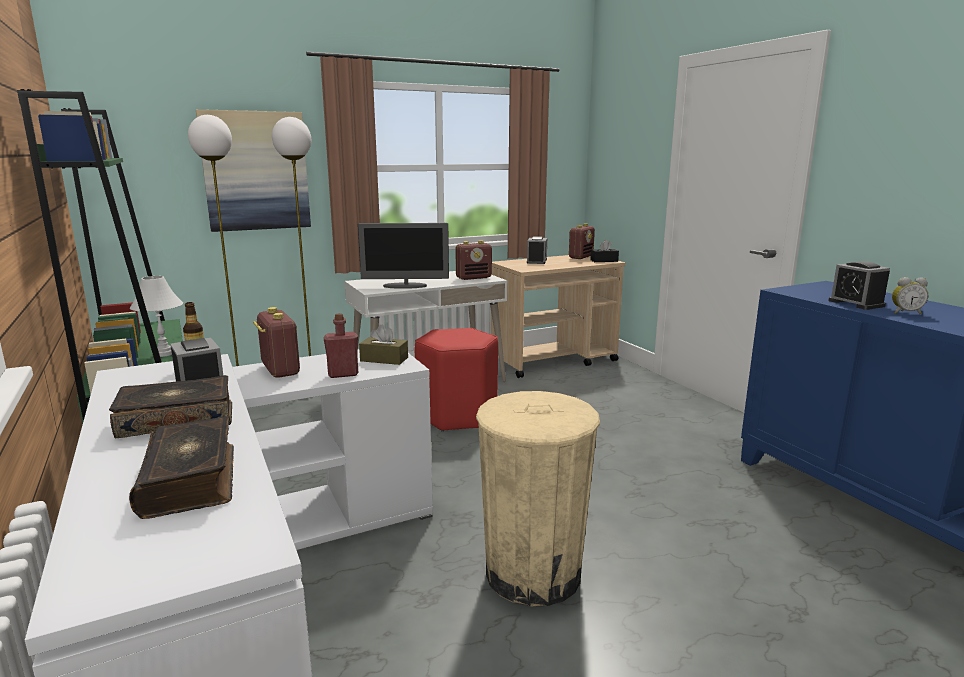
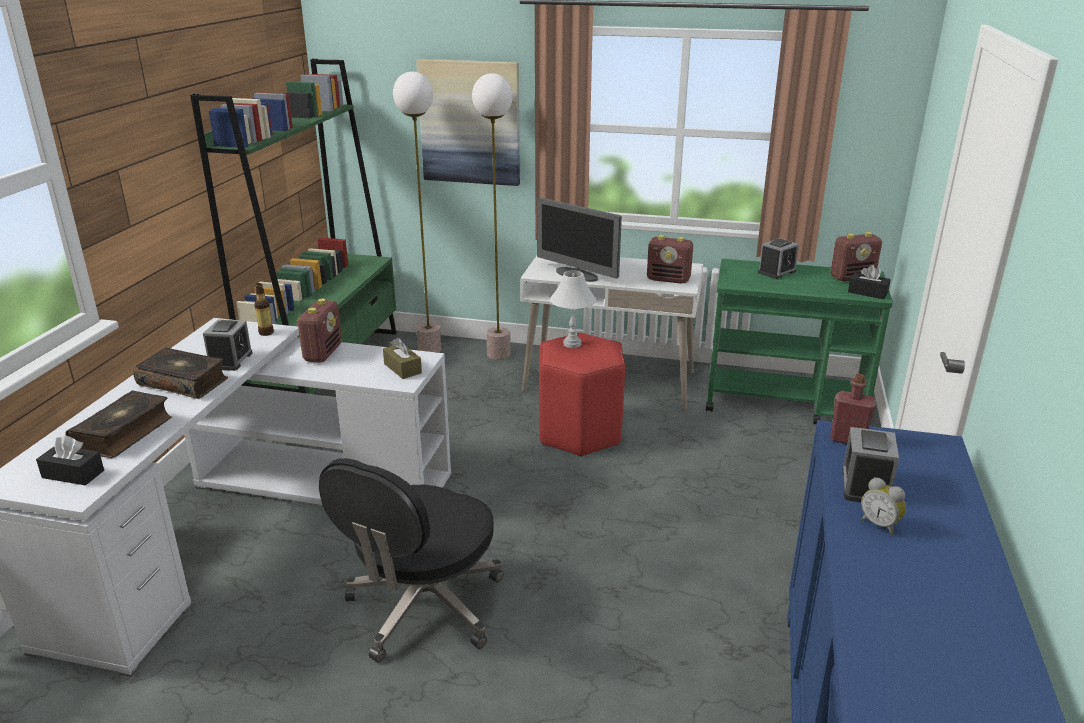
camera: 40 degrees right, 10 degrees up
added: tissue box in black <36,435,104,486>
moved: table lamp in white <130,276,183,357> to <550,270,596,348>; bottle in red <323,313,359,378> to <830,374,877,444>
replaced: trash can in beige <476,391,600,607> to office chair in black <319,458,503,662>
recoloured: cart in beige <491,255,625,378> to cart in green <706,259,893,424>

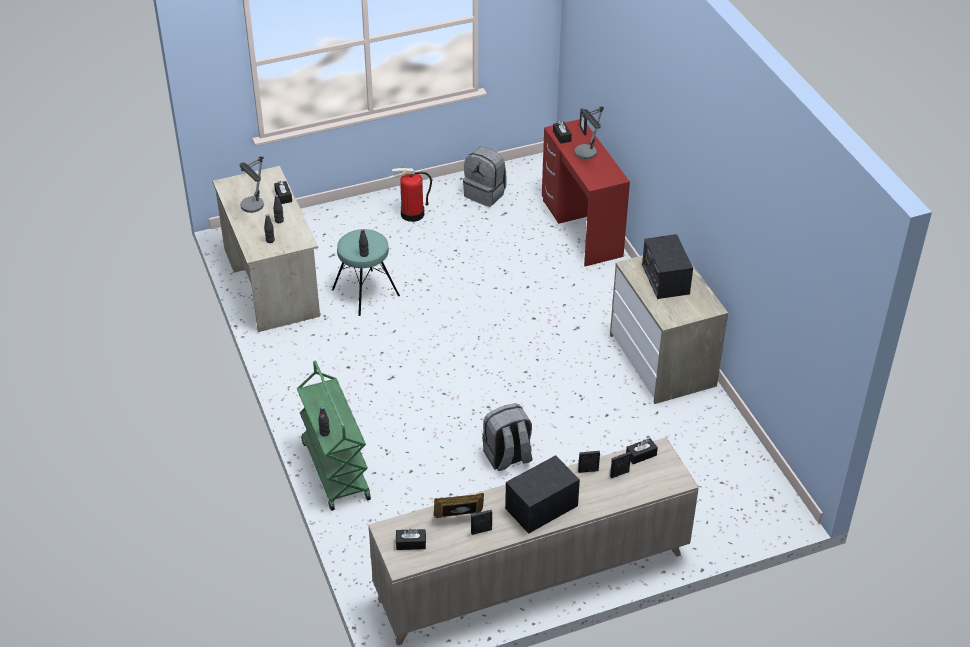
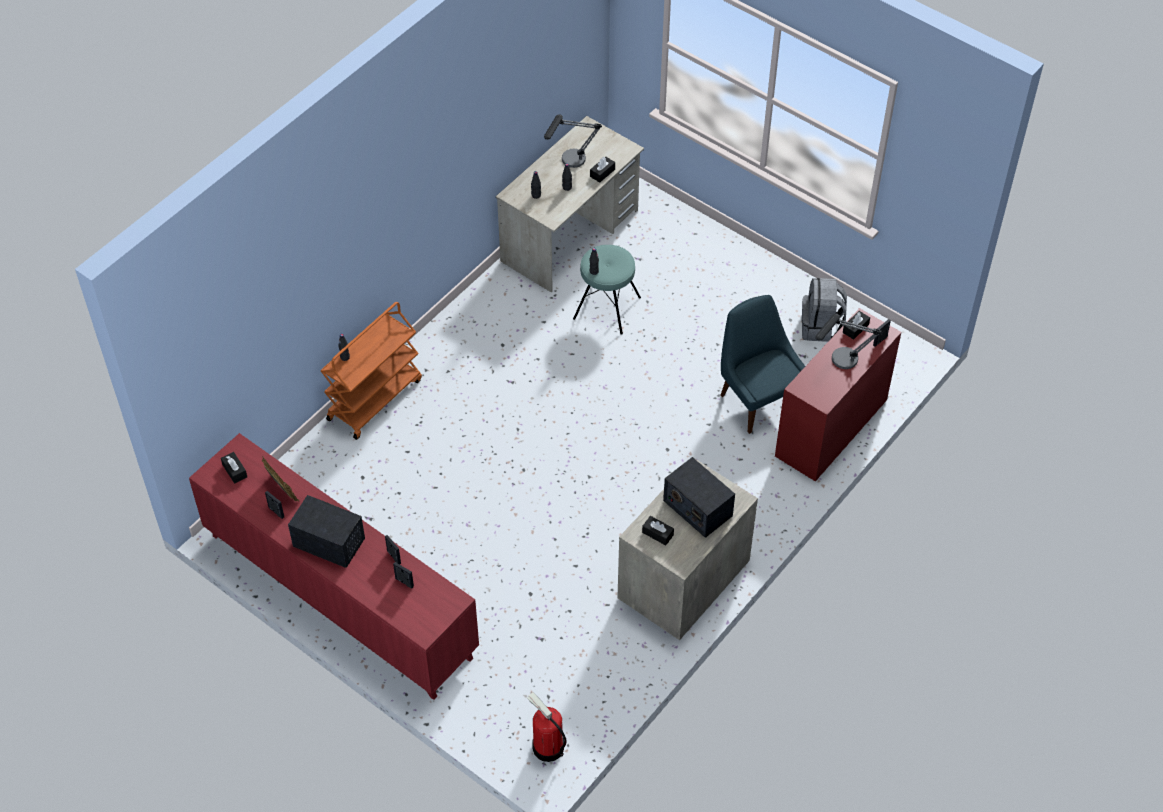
camera: 60 degrees right, 10 degrees up
removed: backpack in grey <482,403,533,471>
added: chair in blue <720,295,805,434>
moved: fire extinguisher <390,168,432,222> to <527,692,567,762>; tissue box in black <626,438,658,464> to <642,516,674,545>
recoloured: cart in green <297,360,371,511> to cart in orange <321,302,422,440>; cabinet in beige <368,437,699,646> to cabinet in red <189,433,479,700>
turned: radio <642,234,693,299> = <663,457,735,538> 90 degrees counterclockwise

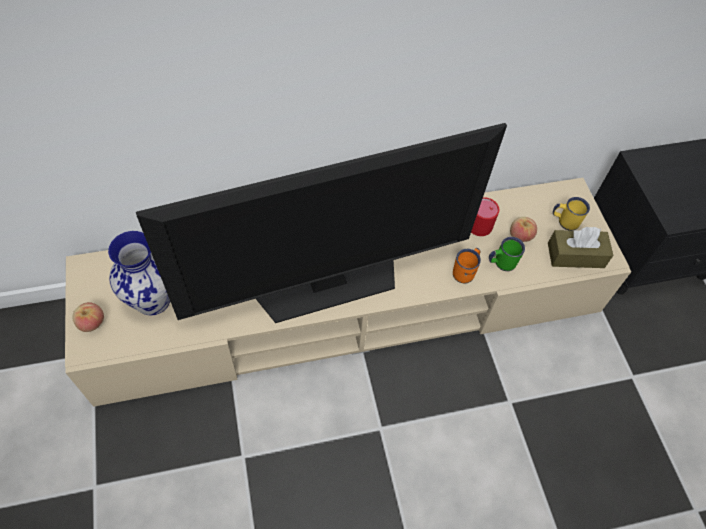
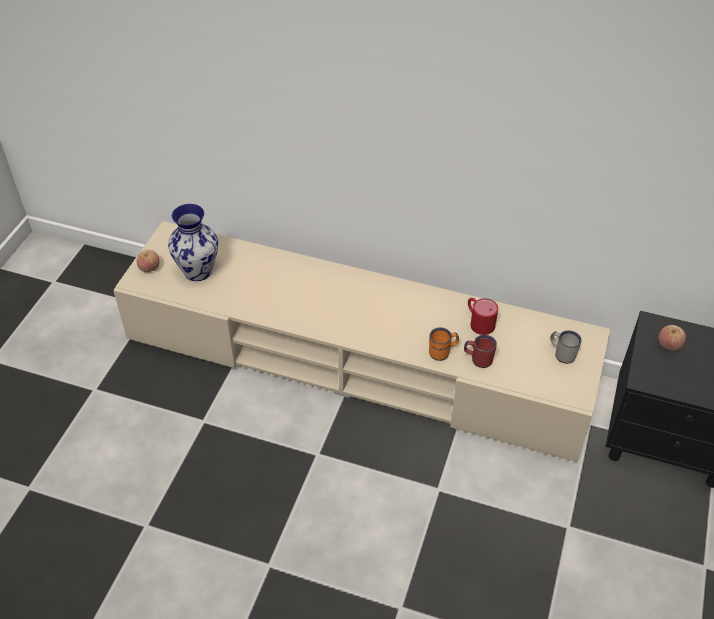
camera: 35 degrees right, 10 degrees down
removed: television <136,123,507,323>; tissue box in brown <548,227,614,268>
moved: apple <510,217,537,242> to <658,325,686,351>
recoloured: mug in yellow <553,197,590,231> to mug in white <550,330,582,364>; mug in green <489,237,525,271> to mug in red <464,335,497,368>

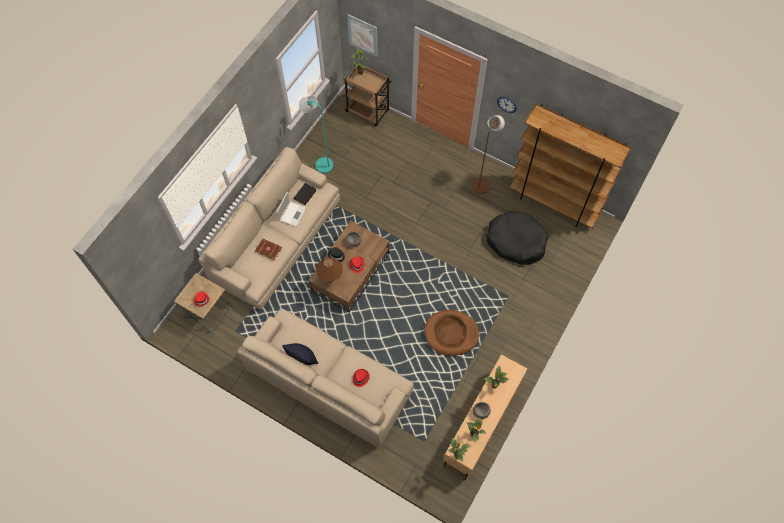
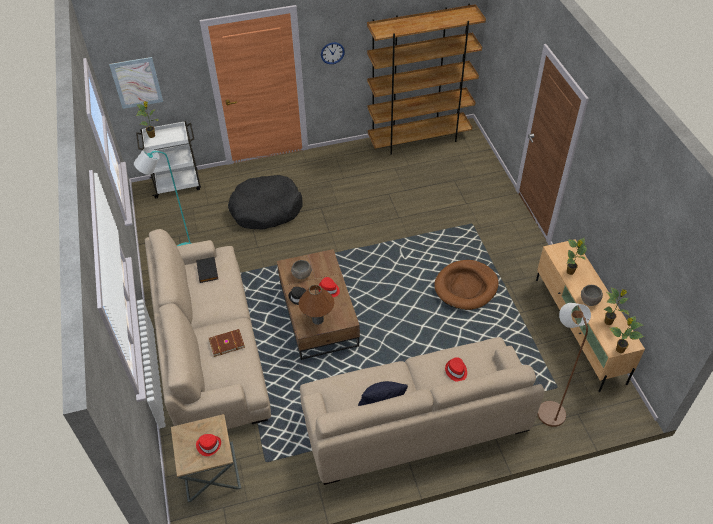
camera: 45 degrees left, 15 degrees down
removed: laptop <277,192,307,227>
moved: floor lamp in brown <472,115,505,194> to <538,303,591,427>; dog bed in black <486,211,549,265> to <228,175,303,230>
recoloured: cart in brown <342,63,391,126> to cart in white <136,121,201,198>

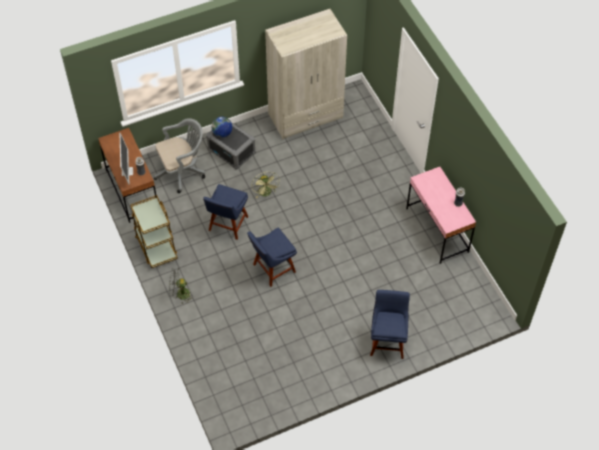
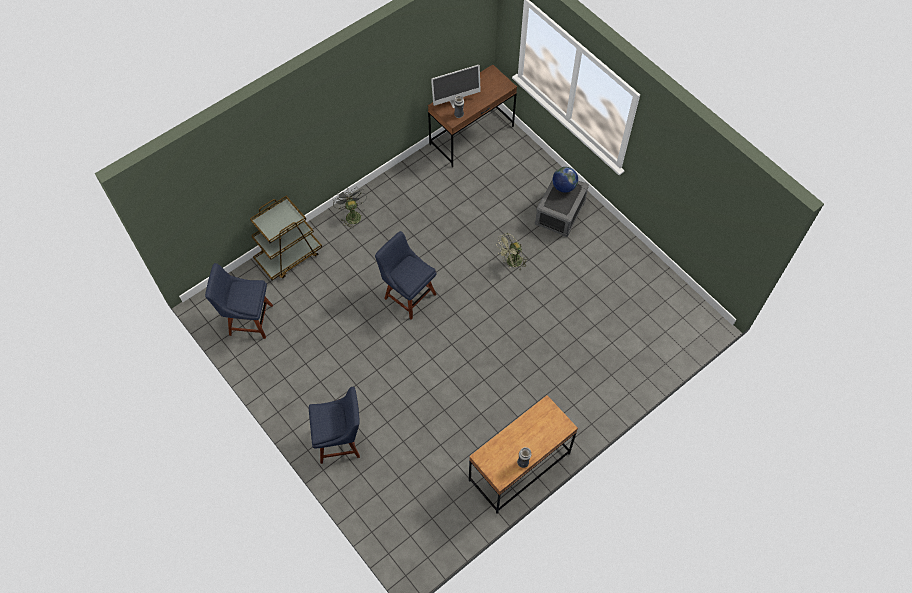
camera: 75 degrees right, 5 degrees up
removed: wardrobe in beige <265,9,347,139>; office chair in grey <154,118,205,193>
moved: chair in blue <203,184,248,240> to <205,263,273,339>; cart in brown <130,195,178,268> to <250,196,322,280>
recoloured: desk in pink <406,167,476,264> to desk in brown <469,395,578,514>

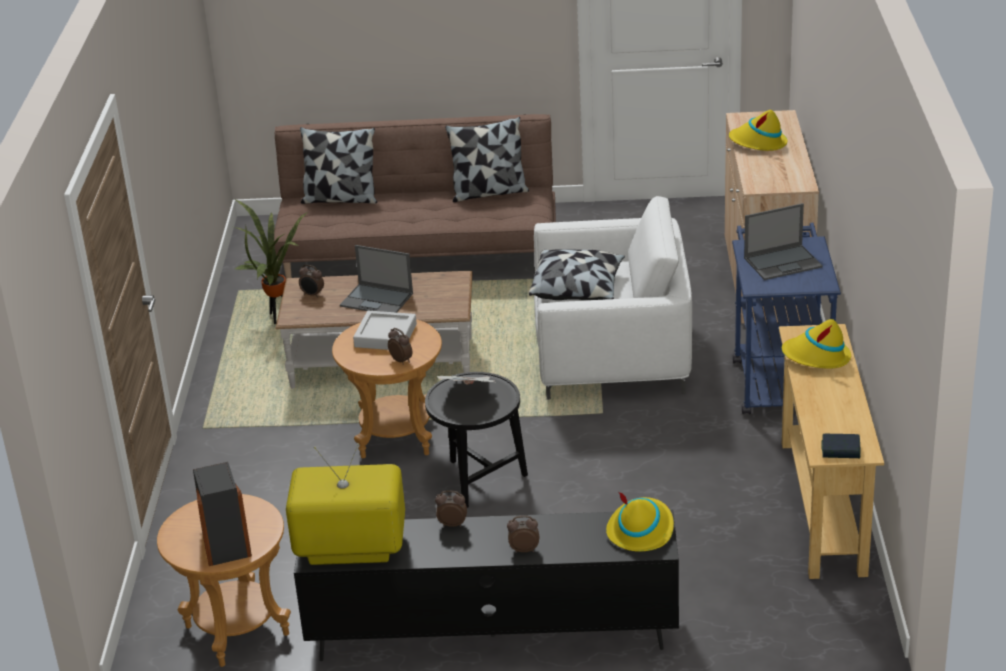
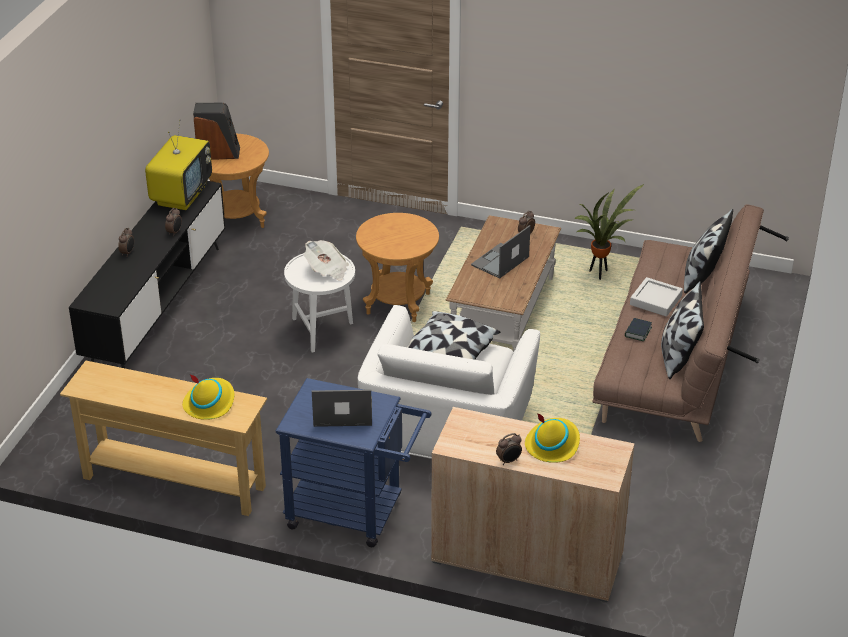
camera: 105 degrees right, 5 degrees up
removed: hat in yellow <606,492,674,552>
moved: tray in grey <353,311,417,350> to <630,277,683,317>; alarm clock <388,328,413,365> to <496,433,522,465>; book <822,434,861,458> to <625,318,652,341>
recoloured: side table in black <425,372,528,508> to side table in white <284,253,355,353>
turned: laptop <744,203,823,280> = <312,390,372,427> 90 degrees clockwise

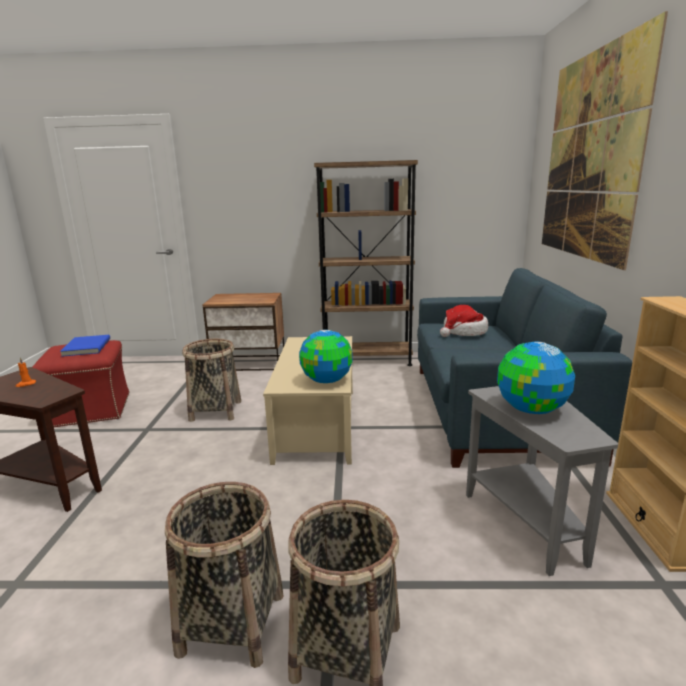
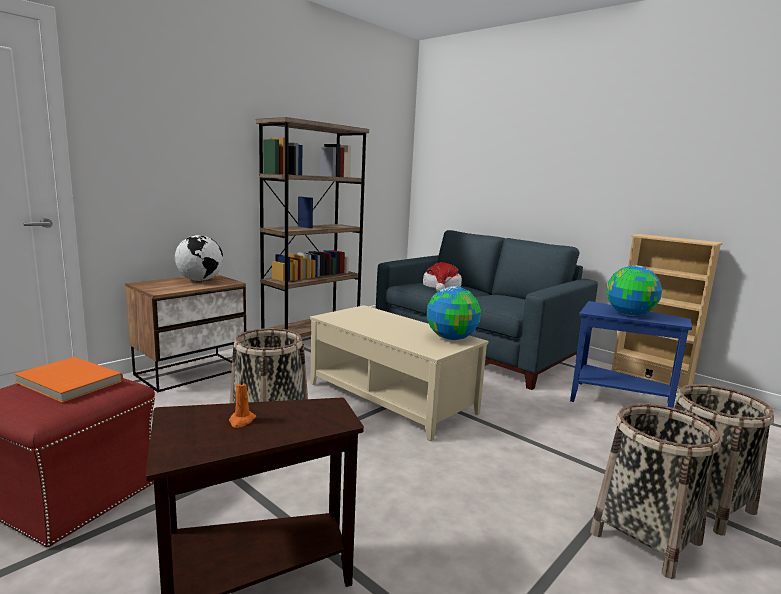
camera: 50 degrees left, 5 degrees down
removed: picture <542,11,668,270>
added: globe <175,235,223,281>
recoloured: book in blue <60,335,110,357> to book in orange <14,357,123,403>; side table in grey <466,386,618,576> to side table in blue <570,301,692,408>

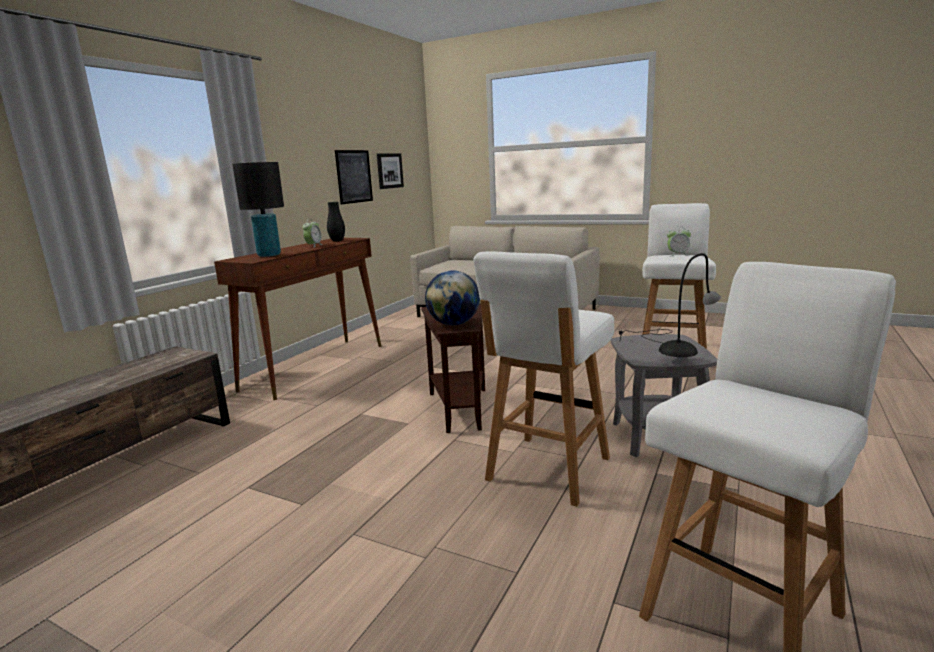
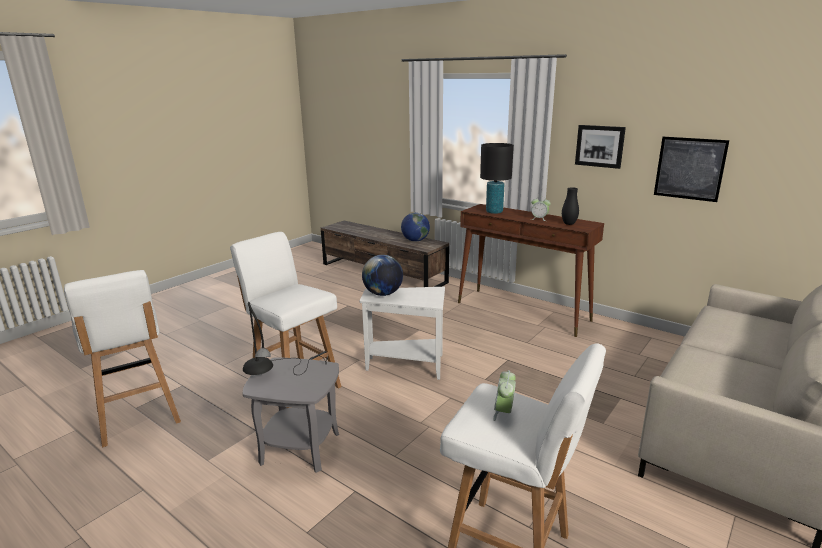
camera: 100 degrees right, 5 degrees up
added: globe <401,213,430,242>
moved: picture <377,153,404,189> to <575,125,626,169>
recoloured: side table in brown <421,304,485,433> to side table in white <360,287,445,380>

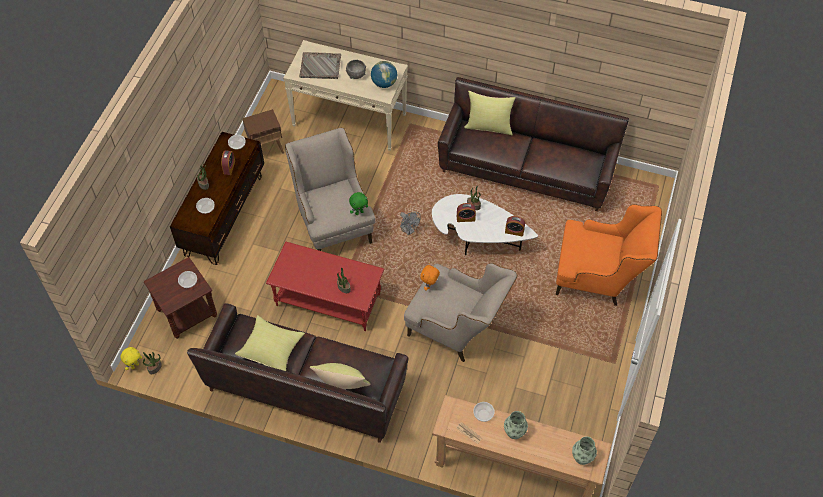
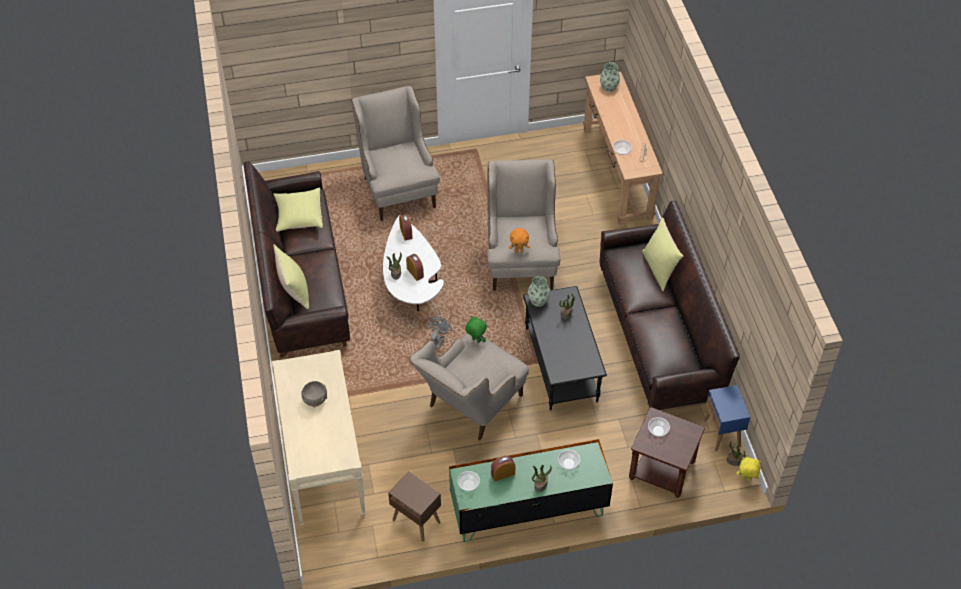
camera: 120 degrees left, 5 degrees down
removed: tray in grey <299,52,341,79>; globe <371,61,397,88>
added: side table in blue <704,385,750,451>
moved: pillow in yellow <235,315,305,371> to <274,187,323,232>; vase <504,411,528,439> to <528,276,550,307>
recoloured: tv stand in brown <170,132,264,265> to tv stand in green <449,439,613,542>; armchair in orange <556,204,662,306> to armchair in beige <351,86,440,221>; coffee table in red <266,242,384,331> to coffee table in black <523,286,607,411>

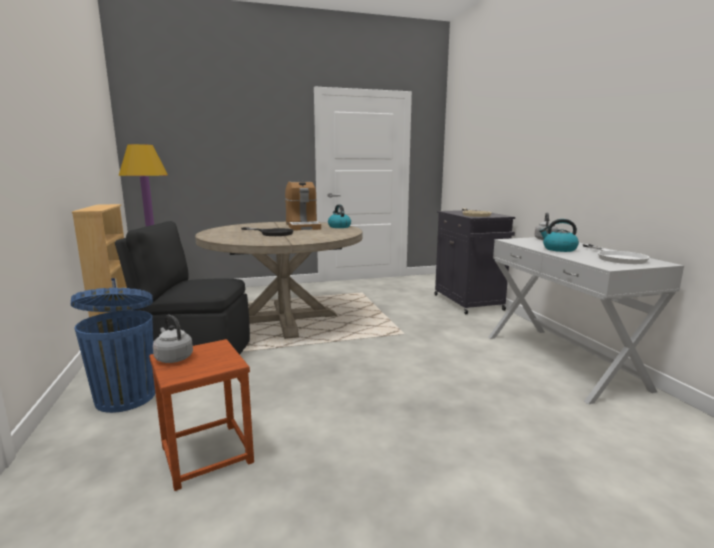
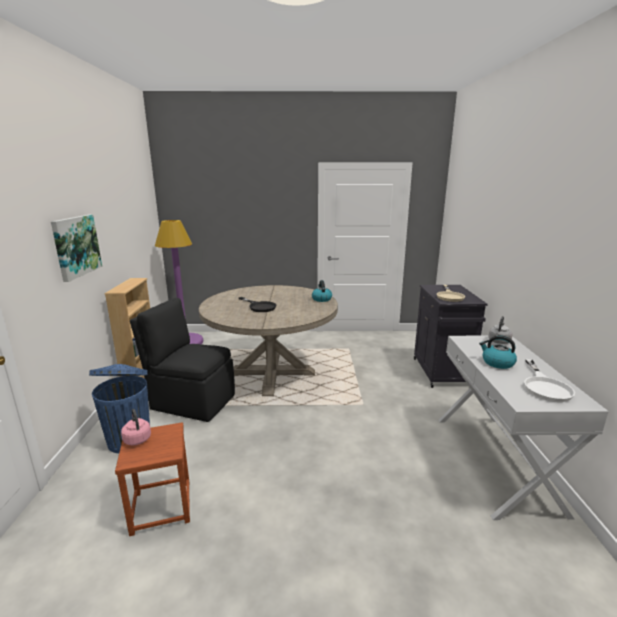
camera: 15 degrees right, 5 degrees up
removed: coffee machine <285,180,321,231>
added: picture <51,214,102,282>
recoloured: kettle in grey <153,315,193,363> to kettle in pink <121,409,151,445>

